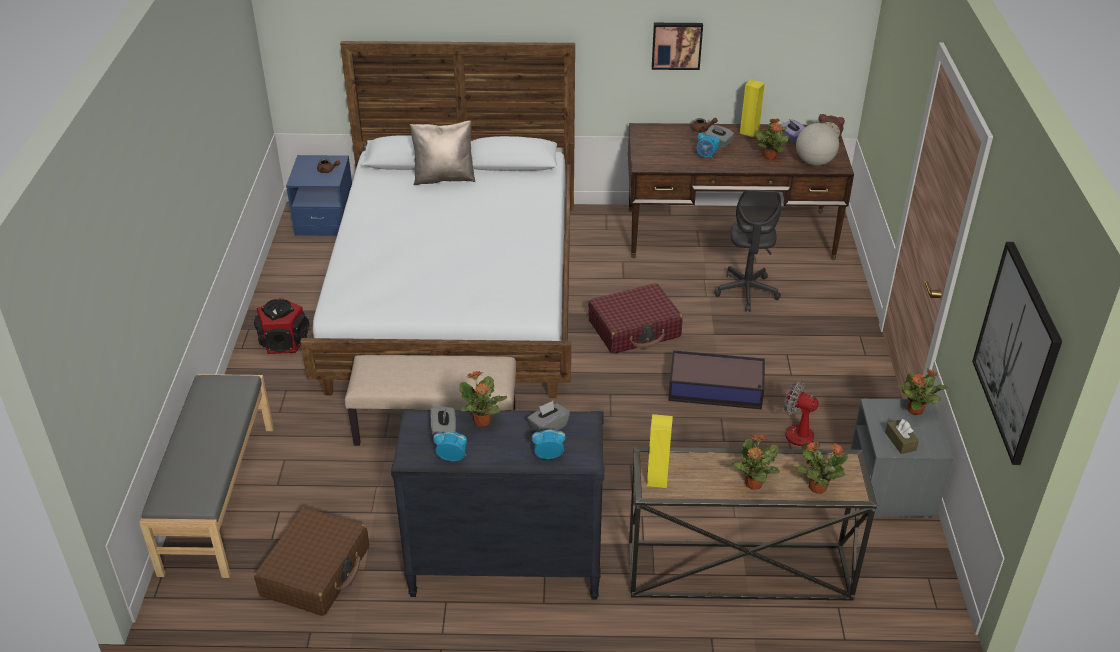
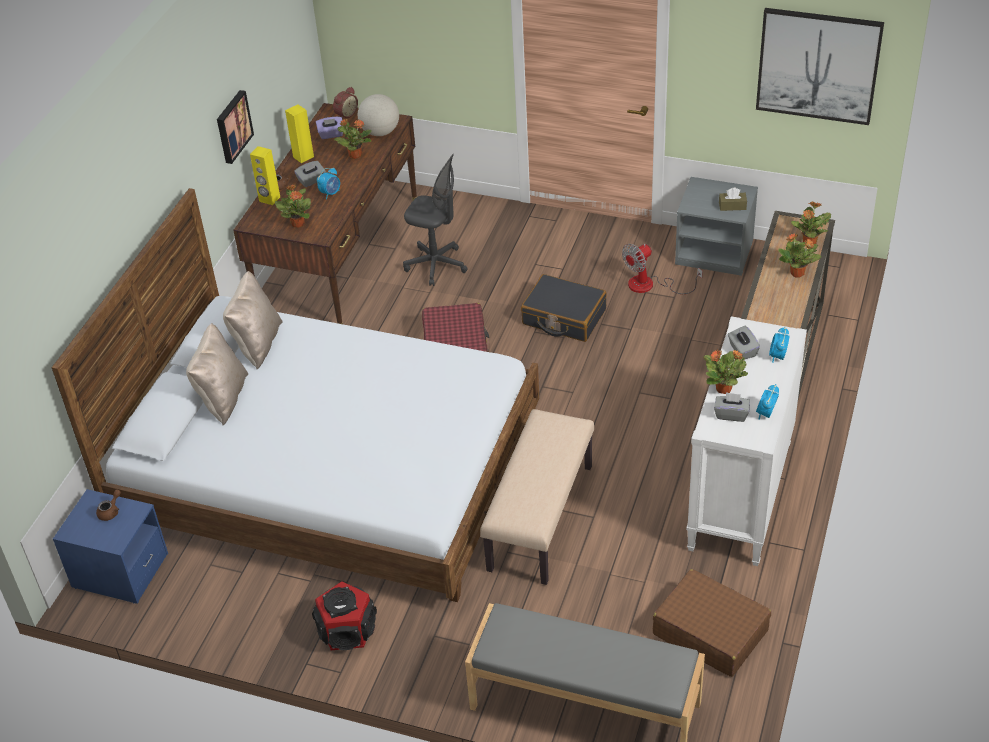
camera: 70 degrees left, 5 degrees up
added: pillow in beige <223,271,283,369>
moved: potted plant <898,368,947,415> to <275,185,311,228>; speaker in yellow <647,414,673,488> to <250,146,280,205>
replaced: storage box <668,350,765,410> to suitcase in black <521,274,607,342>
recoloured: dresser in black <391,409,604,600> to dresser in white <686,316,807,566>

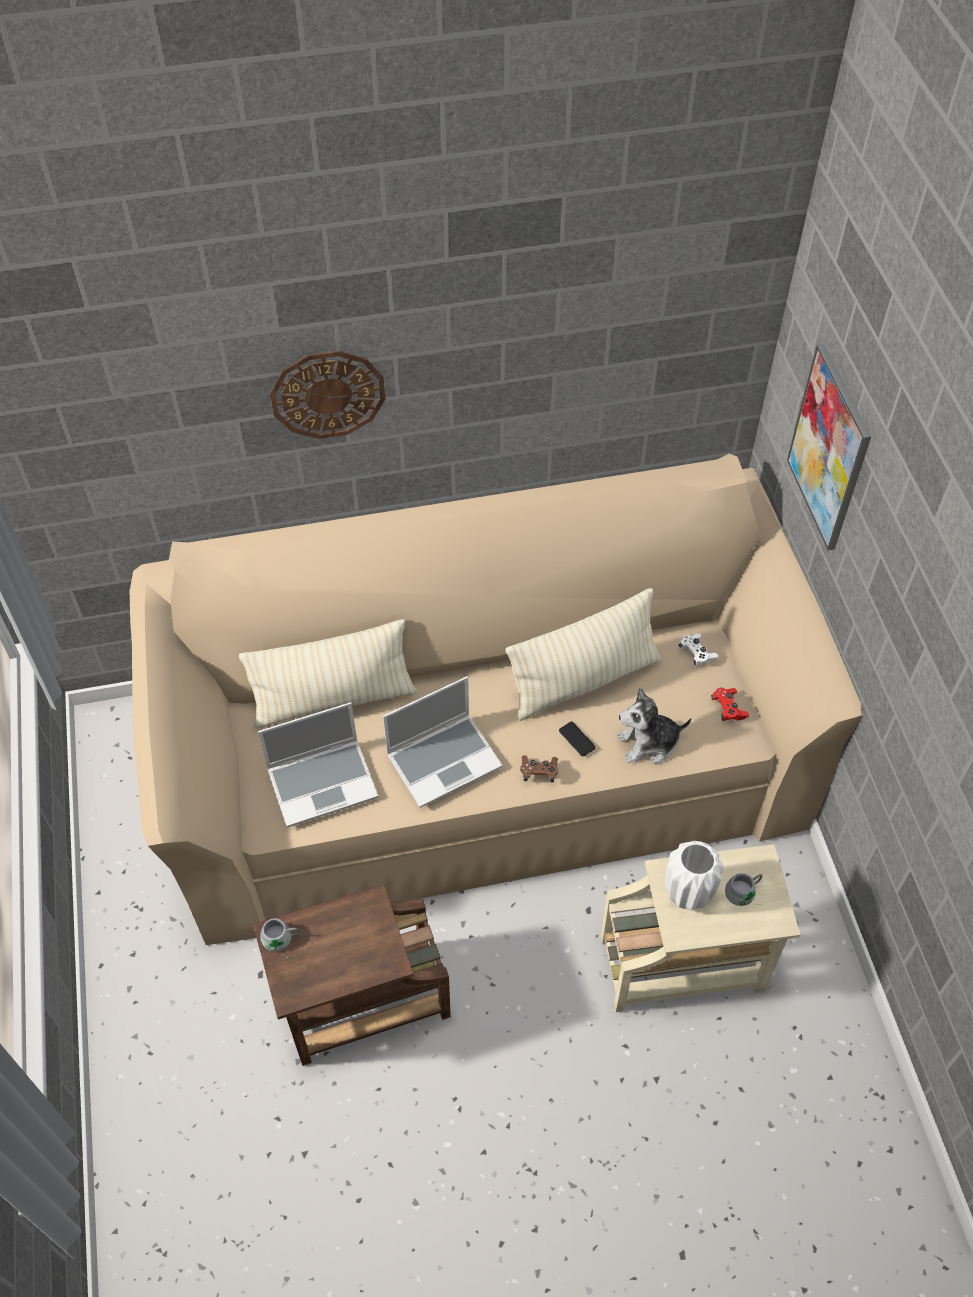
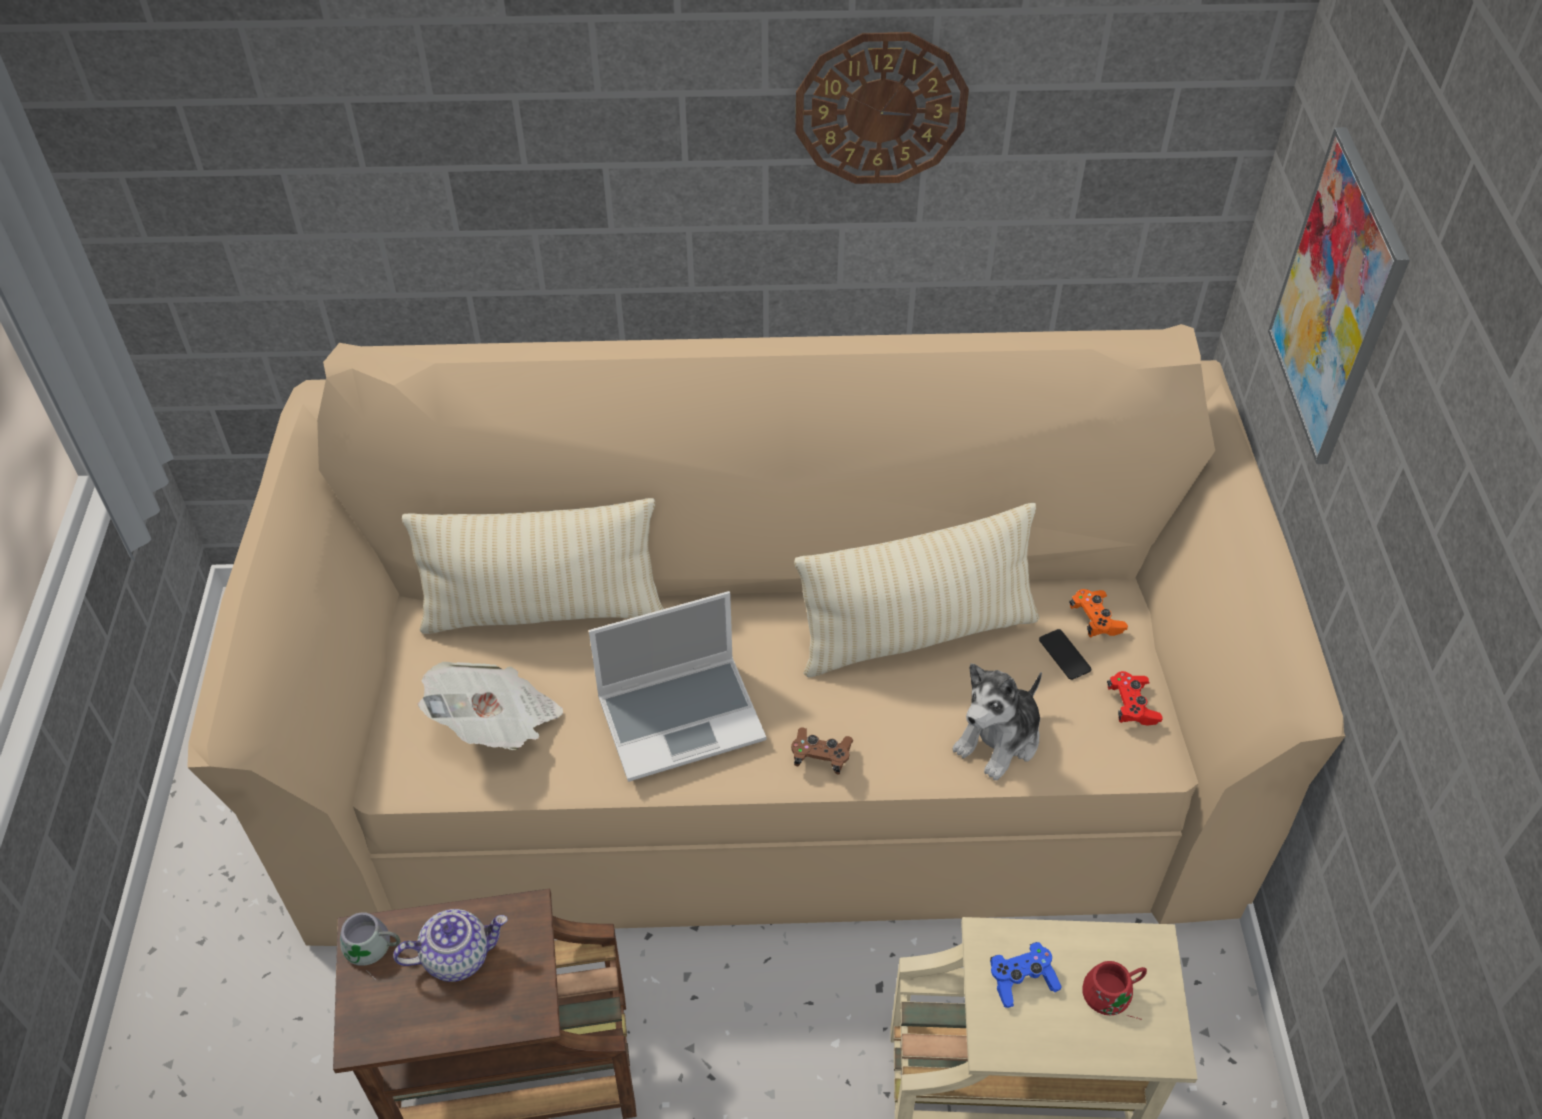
camera: 10 degrees right, 5 degrees down
added: teapot <393,909,508,982>
moved: wall clock <270,351,386,439> to <795,32,969,184>; phone <559,721,596,756> to <1039,629,1091,680>
replaced: laptop <258,702,378,828> to newspaper <418,662,563,750>; vase in white <665,841,724,911> to game controller in blue <990,942,1062,1008>
recoloured: game controller in white <679,633,718,667> to game controller in orange <1069,589,1128,638>; mug in grey <725,873,763,906> to mug in red <1082,961,1147,1019>
turned: plush toy <618,687,691,764> = <952,663,1042,780> 45 degrees counterclockwise

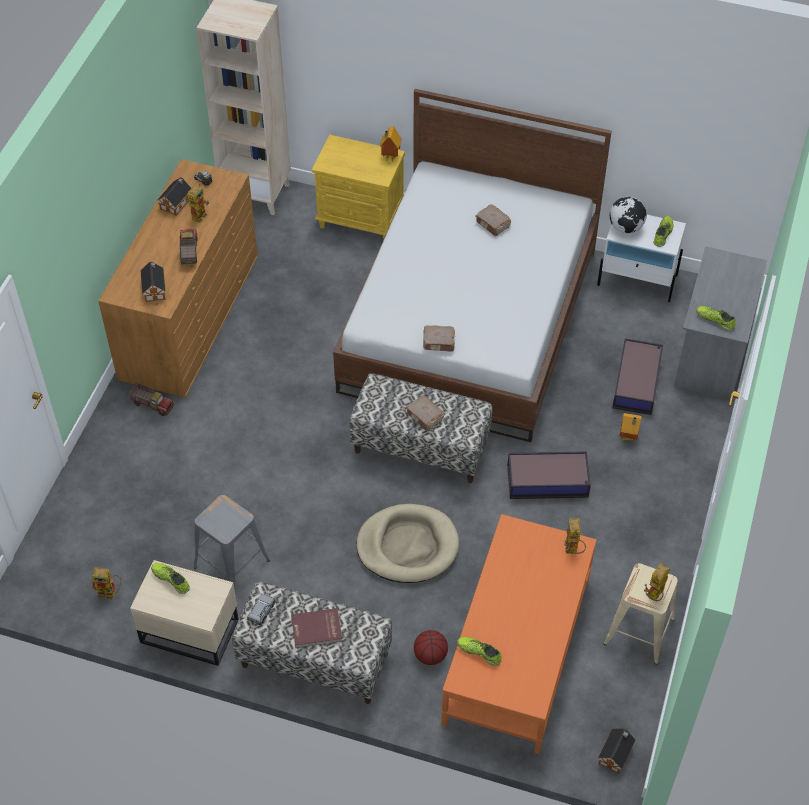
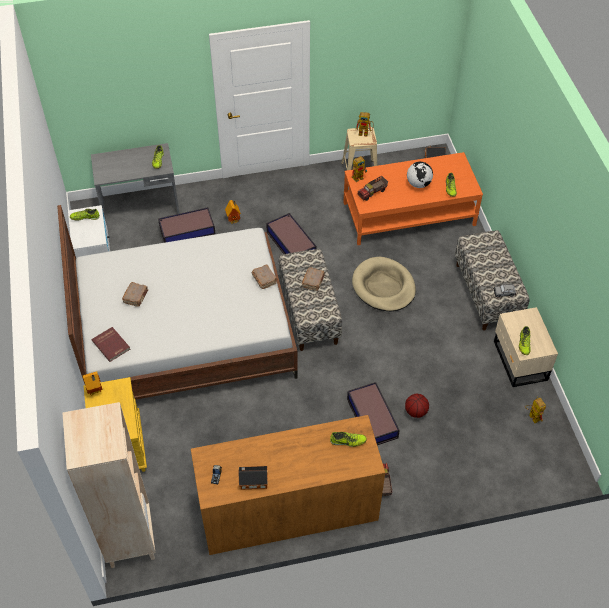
camera: 120 degrees left, 0 degrees up
removed: toy robot <188,183,210,223>; stool in grey <194,495,270,590>
added: storage box <347,382,400,445>
moved: globe <610,197,647,234> to <407,162,433,188>; toy truck <180,229,197,264> to <357,176,388,201>; book in red <291,608,342,648> to <92,327,130,362>; basketball <414,630,448,665> to <405,394,429,418>
replaced: toy house <140,262,166,302> to shoe <330,432,367,447>

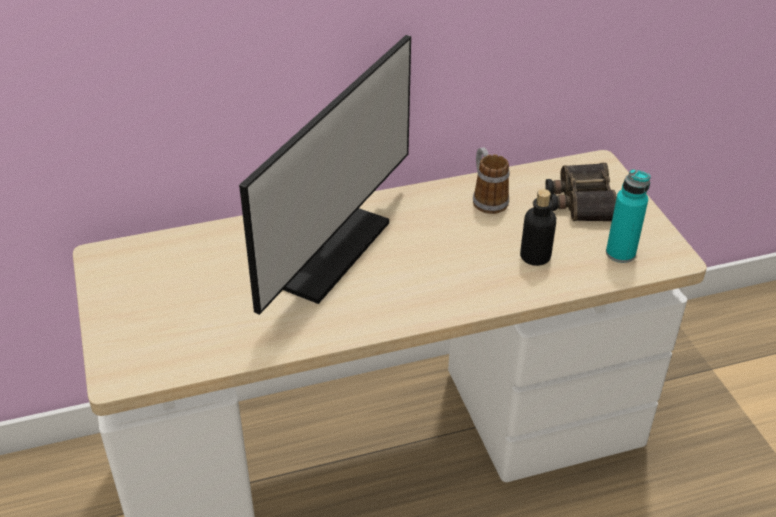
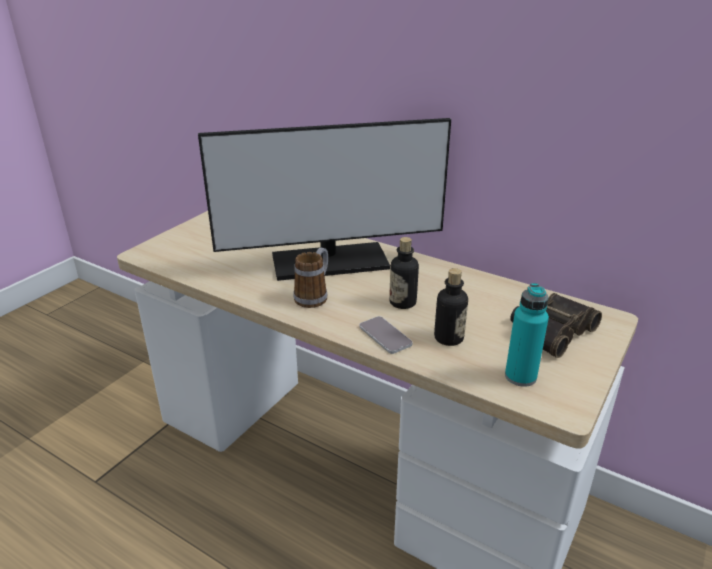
camera: 50 degrees right, 10 degrees down
added: bottle <389,237,419,309>; phone <359,316,413,354>
moved: mug <473,147,509,214> to <293,248,328,308>

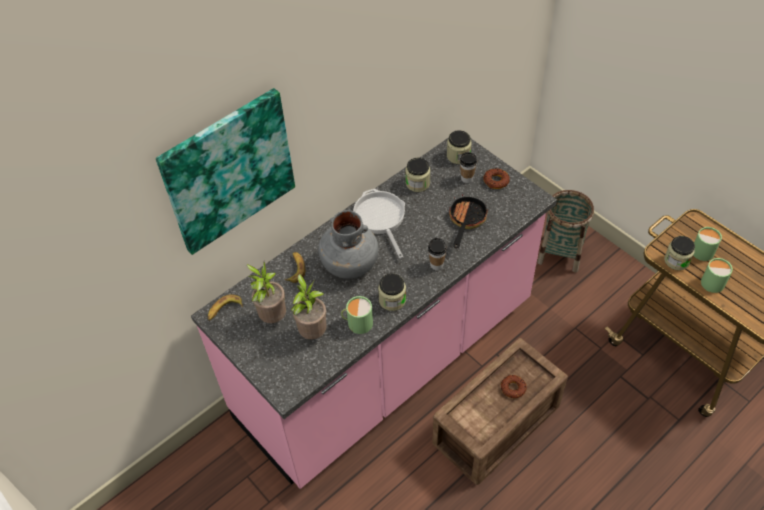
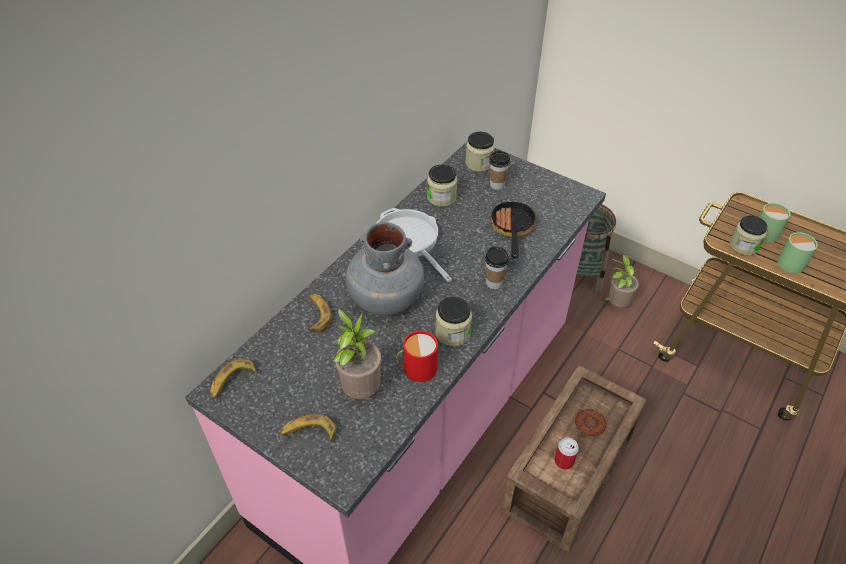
camera: 15 degrees left, 5 degrees down
removed: picture <156,88,295,255>; donut <483,168,510,189>
added: banana <280,414,337,443>; can <554,437,579,470>
moved: potted plant <247,262,286,323> to <602,254,640,307>
recoloured: mug in green <341,296,373,334> to mug in red <395,331,438,382>

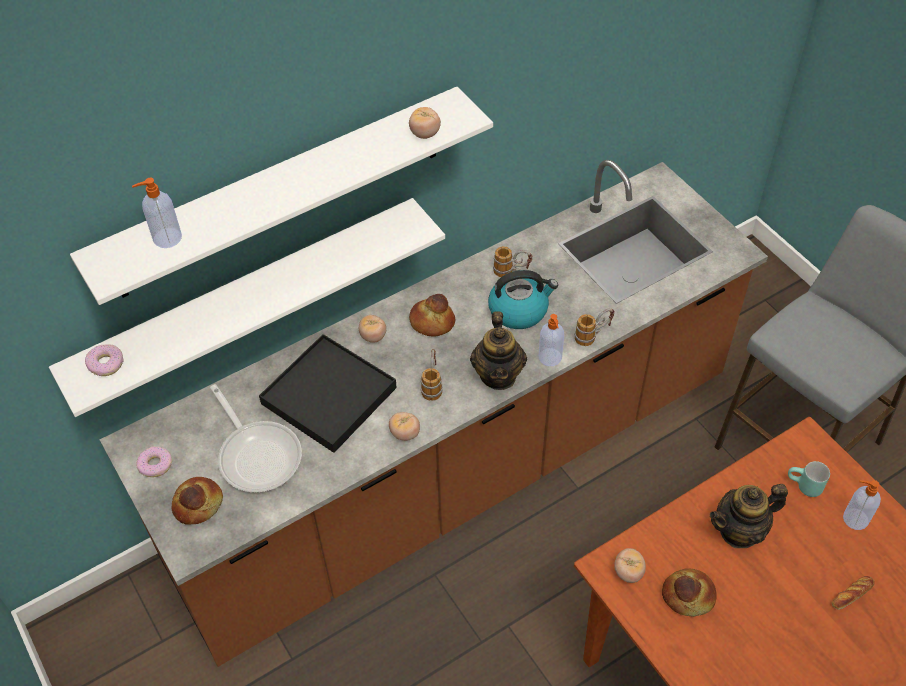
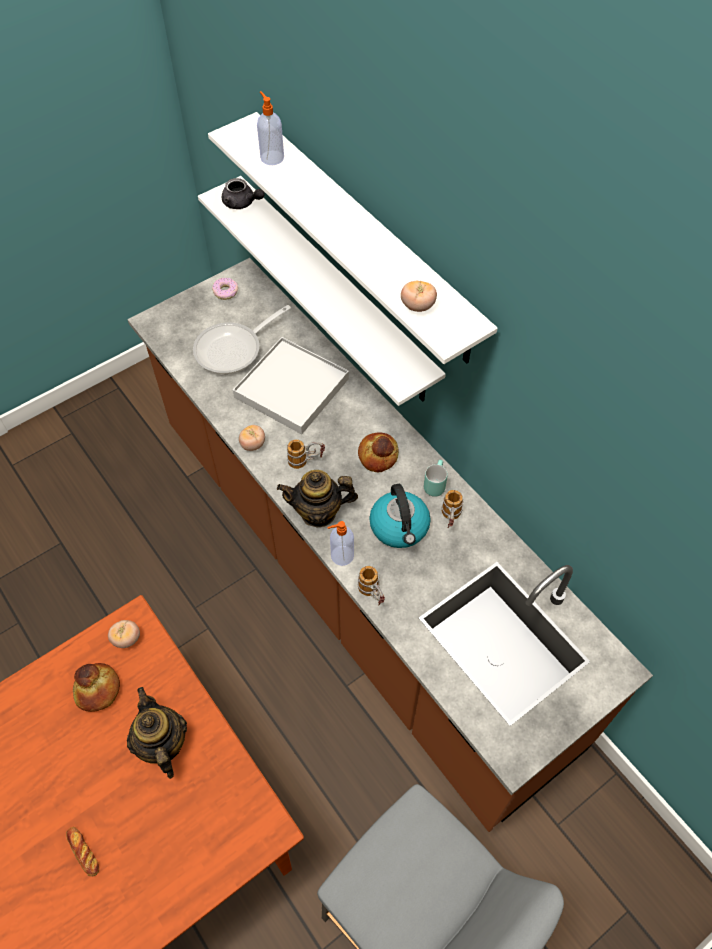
camera: 85 degrees right, 5 degrees up
removed: tomato <359,315,386,343>; bread <172,477,223,525>; soap dispenser <843,480,881,530>
moved: mug in turquoise <788,461,830,497> to <424,460,448,497>
replaced: donut <85,344,124,376> to teapot in grey <222,178,264,209>
recoloured: tray in black <259,334,397,453> to tray in white <233,337,349,434>

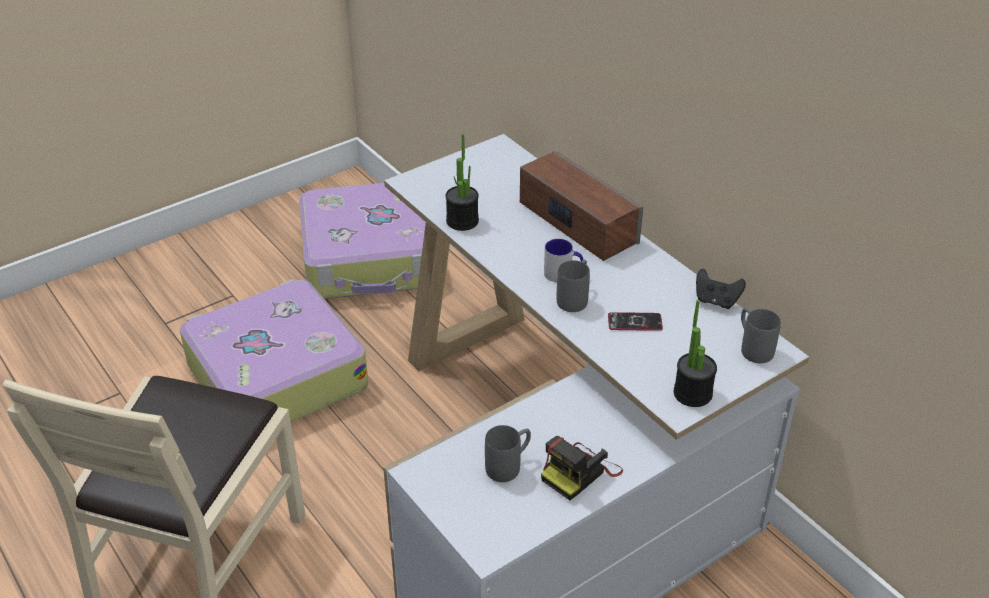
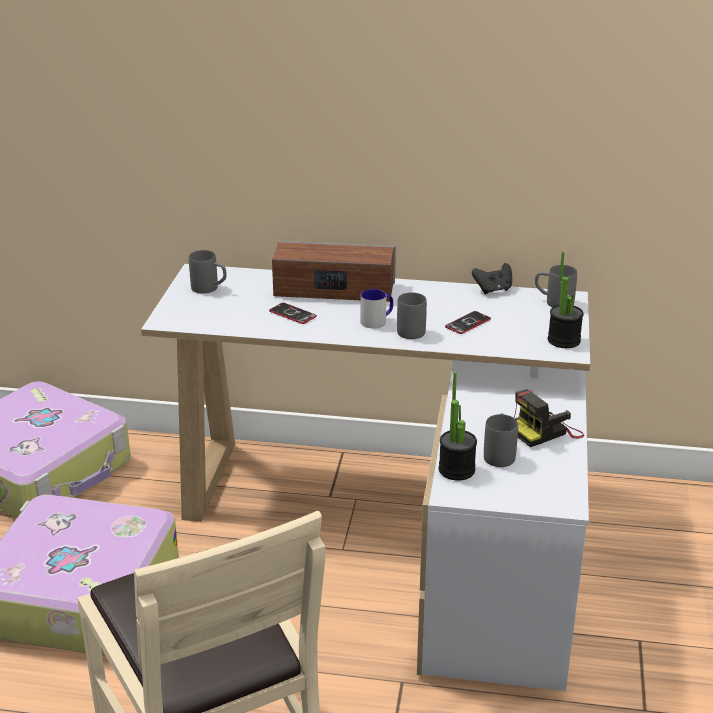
camera: 45 degrees left, 10 degrees down
added: mug in grey <189,250,227,293>; phone <269,303,317,324>
moved: potted plant <445,134,479,231> to <439,372,477,480>
turned: photo camera <541,436,623,500> = <514,390,584,447> 60 degrees clockwise

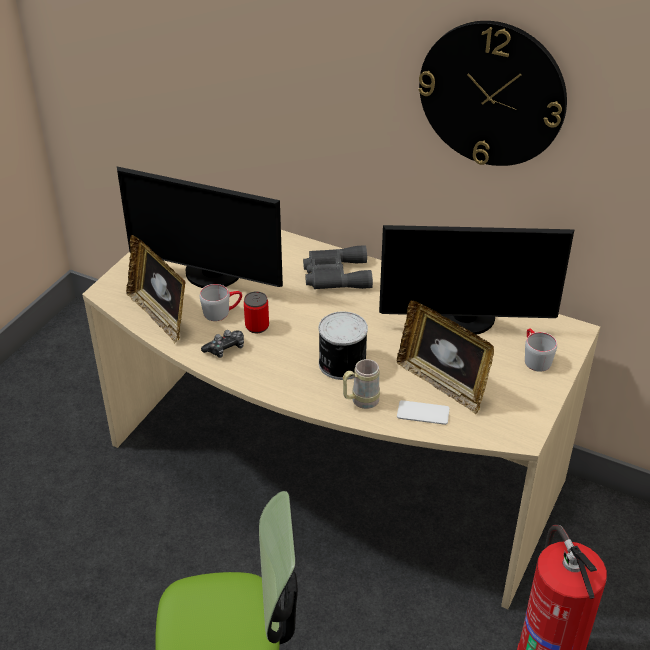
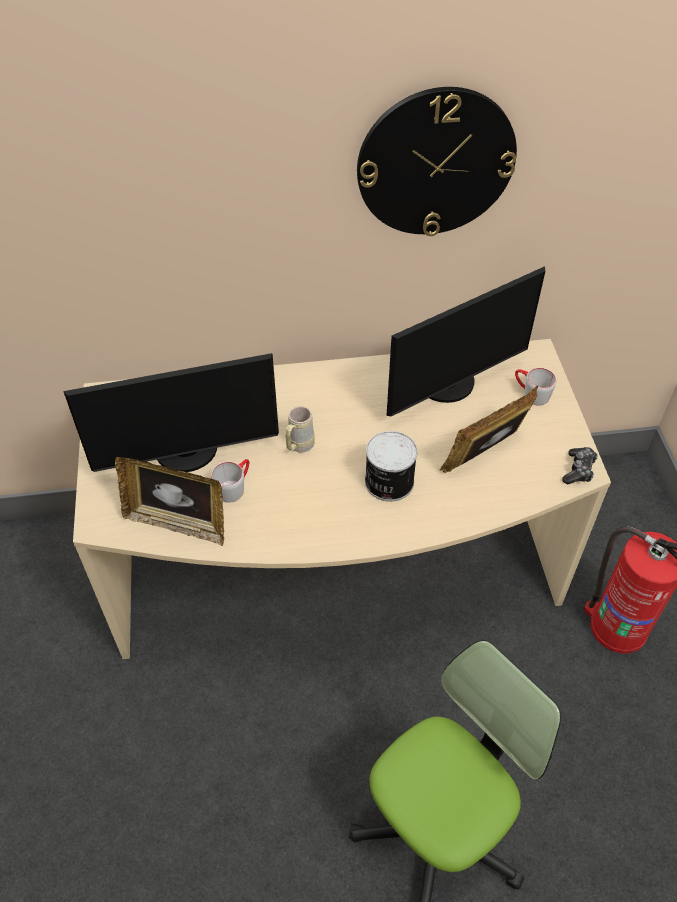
camera: 35 degrees left, 10 degrees up
removed: binoculars in grey <303,245,373,289>; can <244,291,269,333>; phone <397,400,450,425>
moved: game controller <201,330,244,358> to <562,447,598,484>; mug in beige <343,359,380,409> to <285,406,315,452>
turned: picture frame <397,300,494,414> = <440,385,539,473> 135 degrees clockwise

